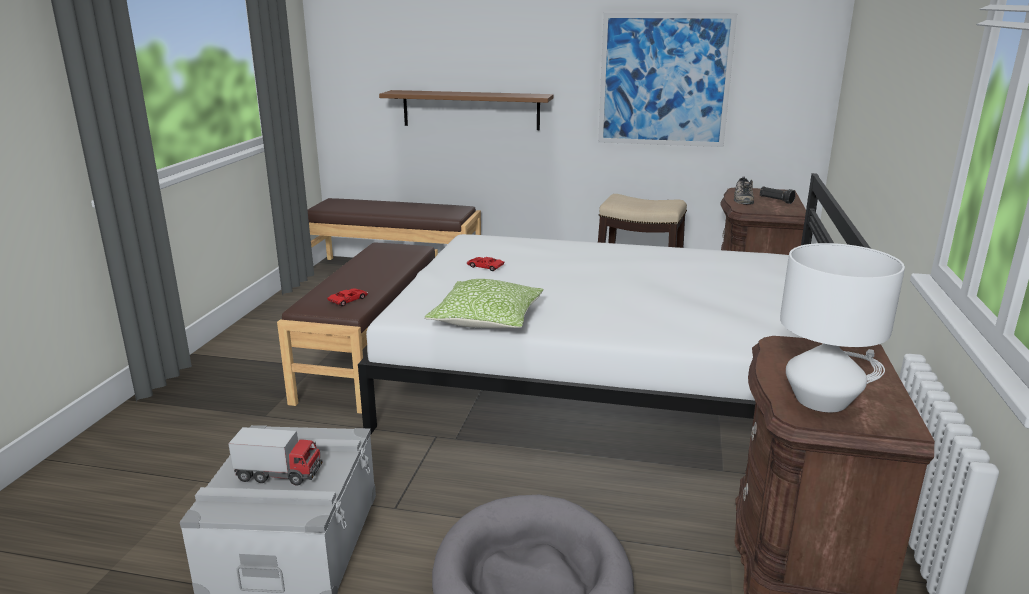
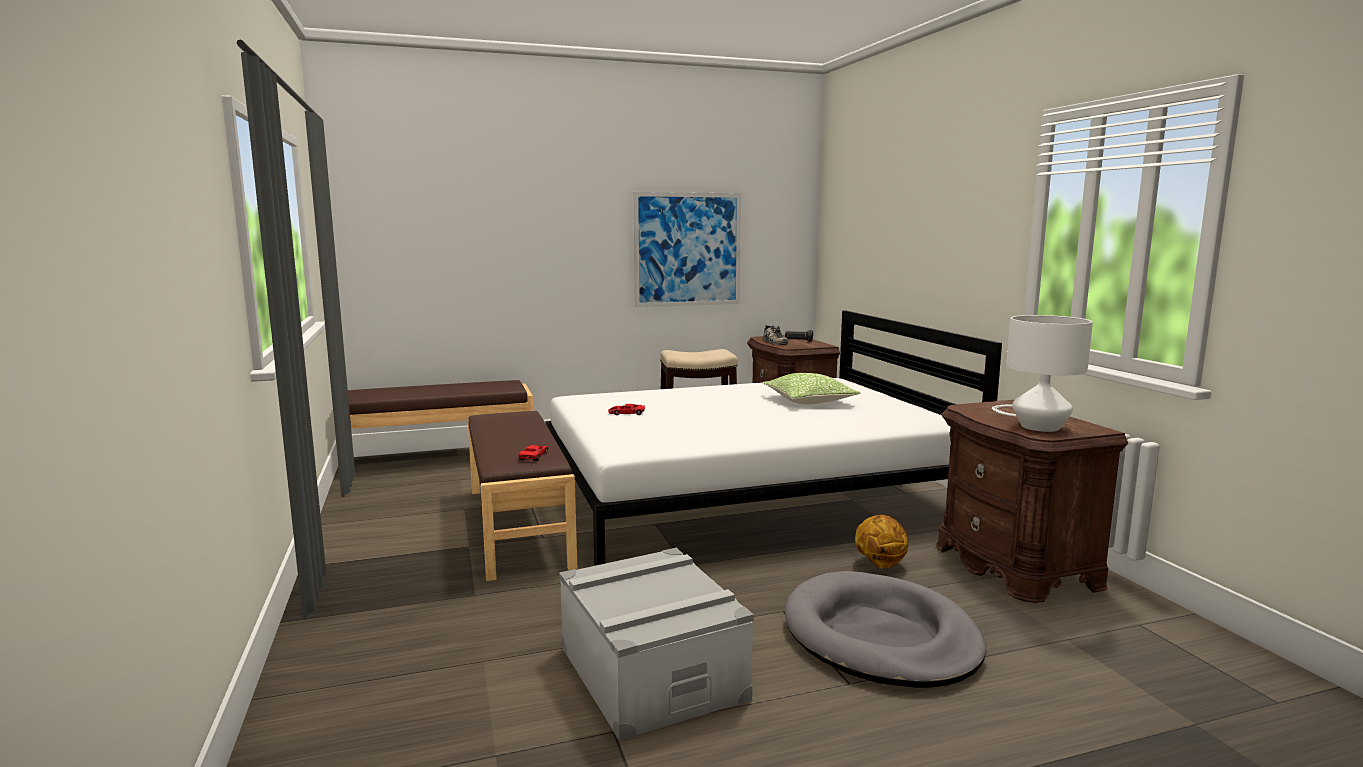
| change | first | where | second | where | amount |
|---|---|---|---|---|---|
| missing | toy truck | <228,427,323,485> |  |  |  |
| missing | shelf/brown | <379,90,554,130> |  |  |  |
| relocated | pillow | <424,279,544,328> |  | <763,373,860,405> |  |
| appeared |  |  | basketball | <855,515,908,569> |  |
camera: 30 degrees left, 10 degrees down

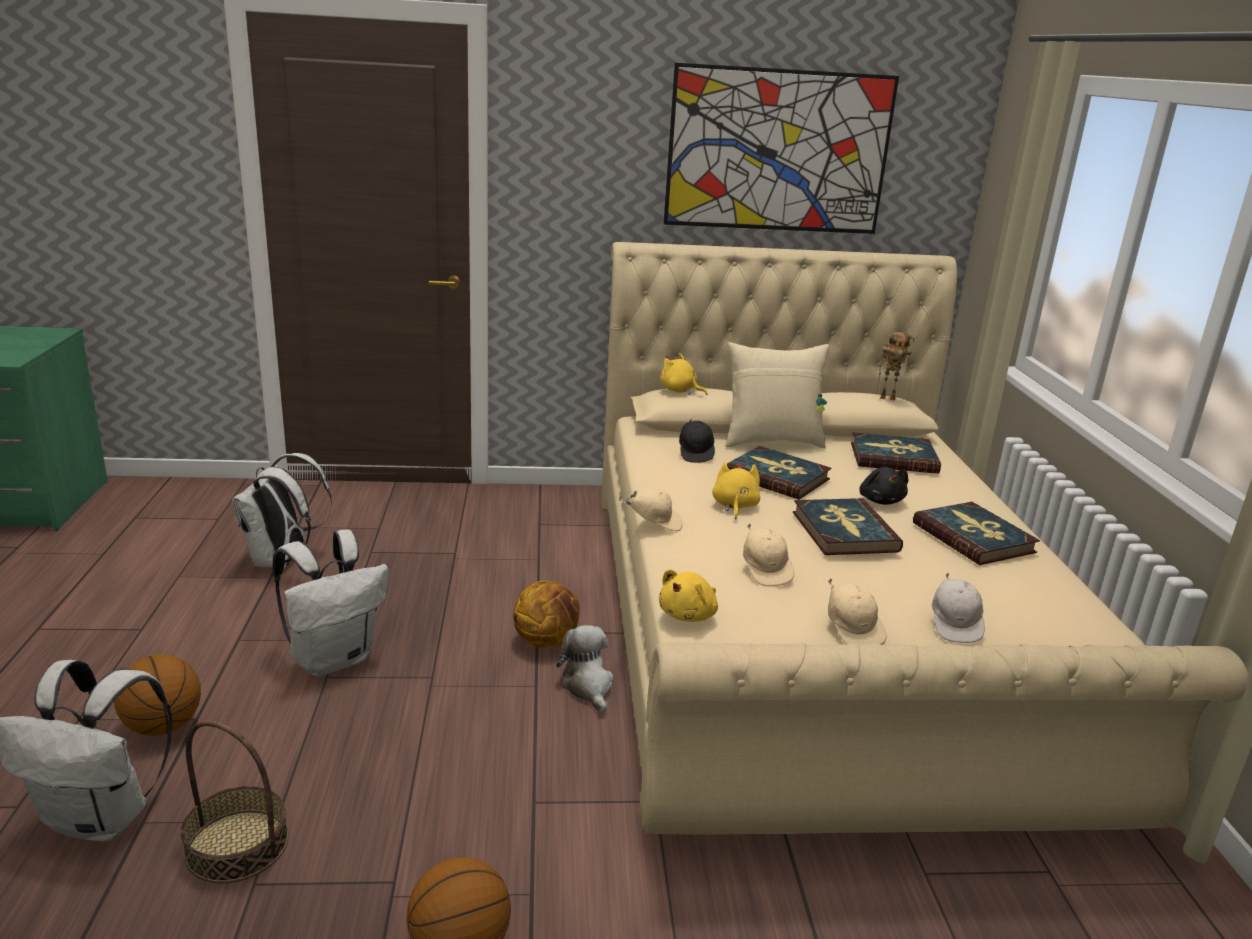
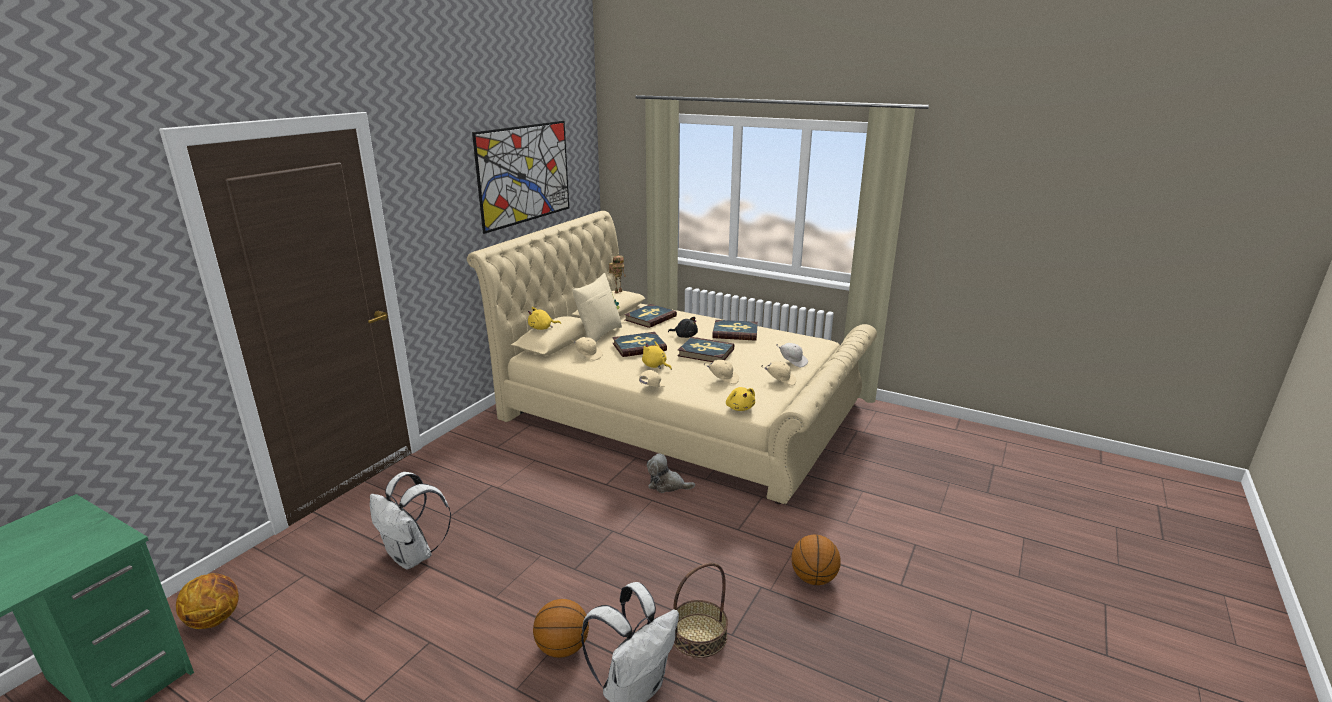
| change | first | where | second | where | amount |
|---|---|---|---|---|---|
| missing | backpack/white | <272,530,388,676> |  |  |  |
| relocated | basketball | <513,581,580,648> |  | <176,573,239,629> |  |
| colour | cap/black | <679,419,715,463> | cap/beige | <572,337,603,360> |  |
camera: 55 degrees left, 0 degrees up

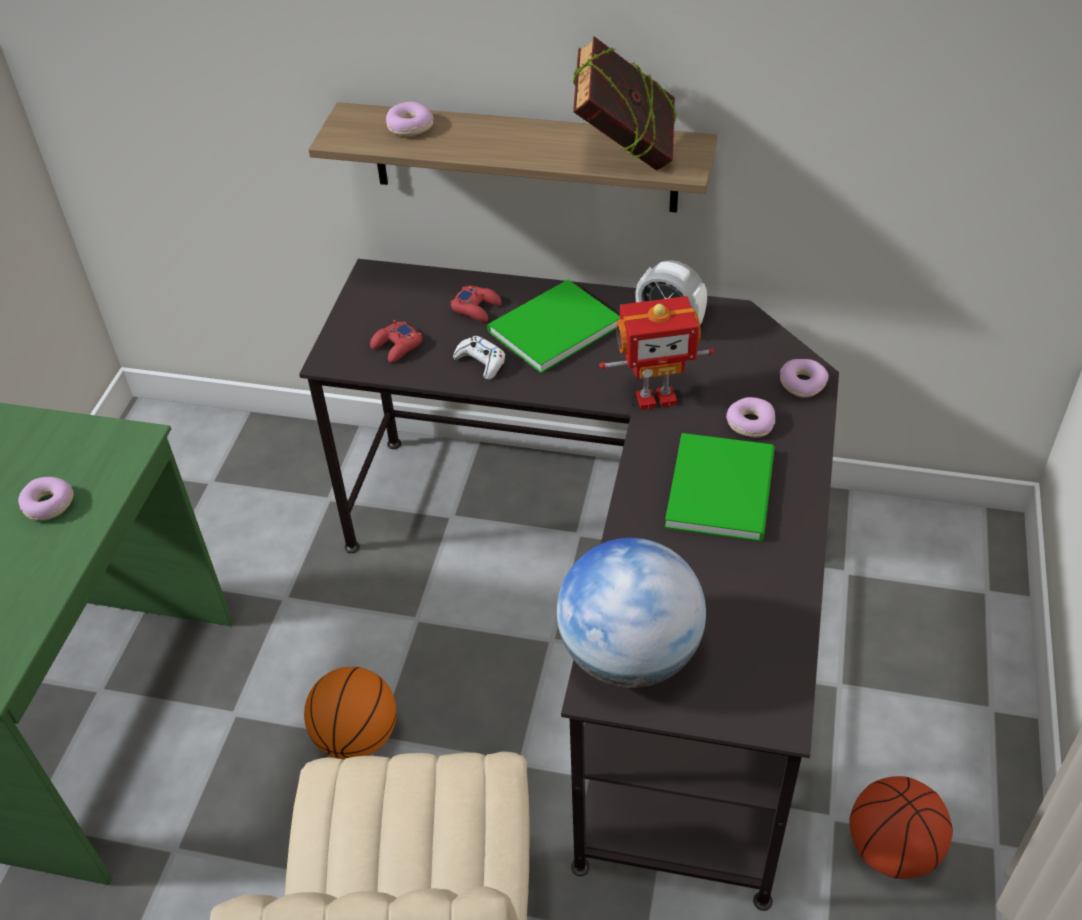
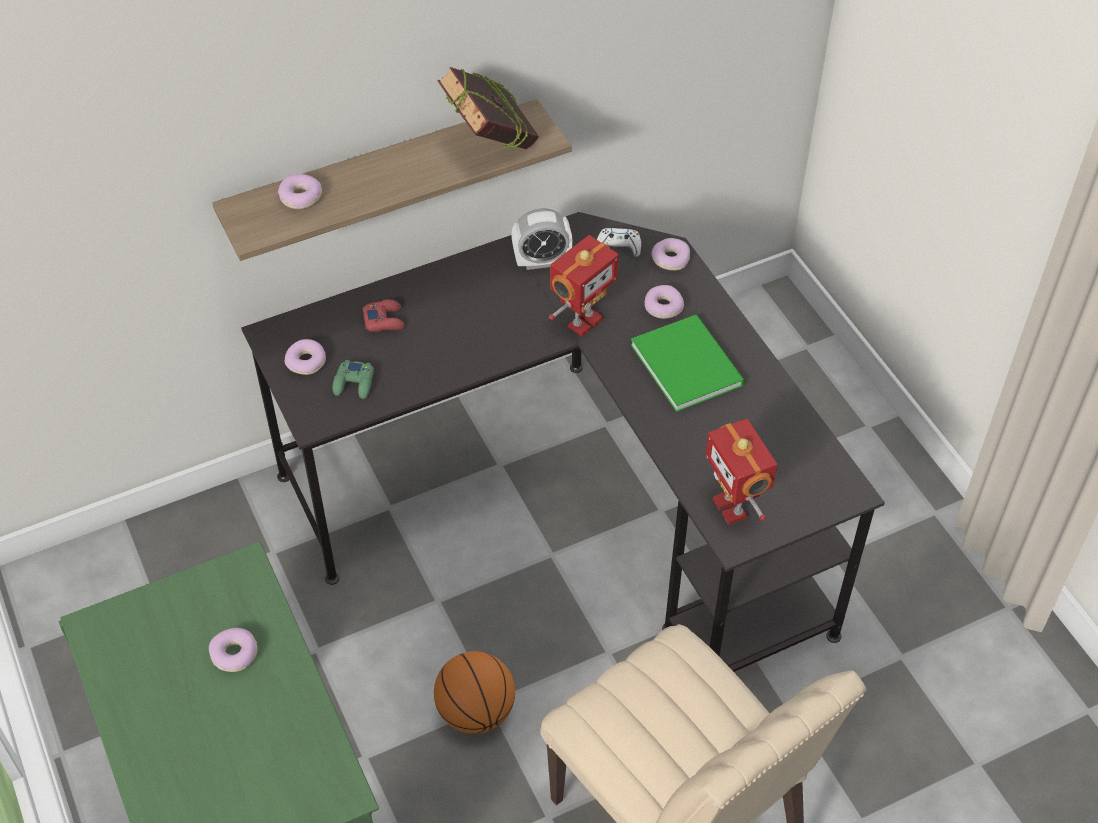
| change | first | where | second | where | amount |
|---|---|---|---|---|---|
| colour | game controller/red | <370,320,422,363> | game controller/green | <332,360,374,399> |  |
| relocated | game controller/white | <453,336,505,380> |  | <597,228,641,257> |  |
| missing | book/green | <487,280,620,373> |  |  |  |
| exchanged | globe | <557,538,706,688> | toy robot | <705,419,777,525> |  |
| missing | basketball | <849,776,953,879> |  |  |  |
| appeared |  |  | donut | <285,339,326,375> |  |
camera: 40 degrees left, 5 degrees up

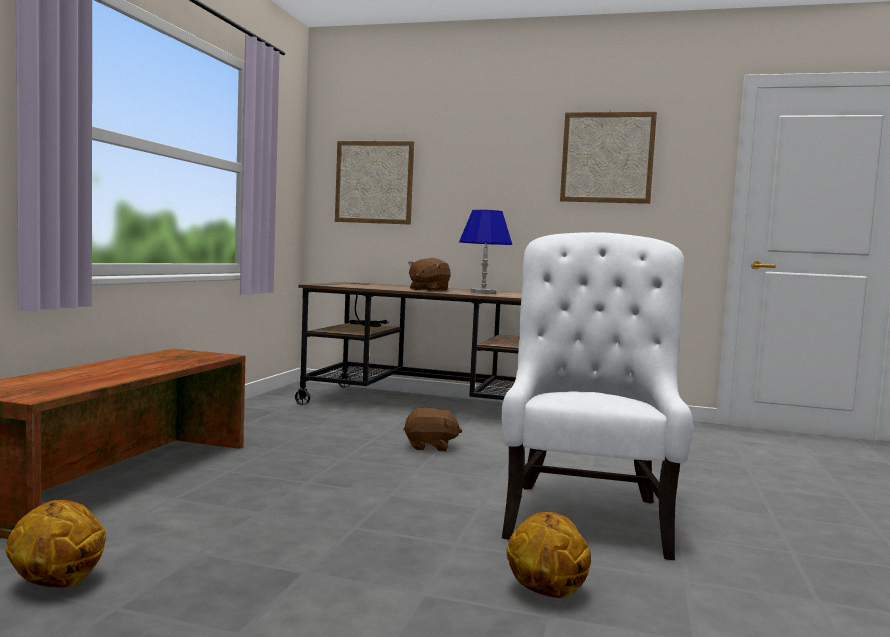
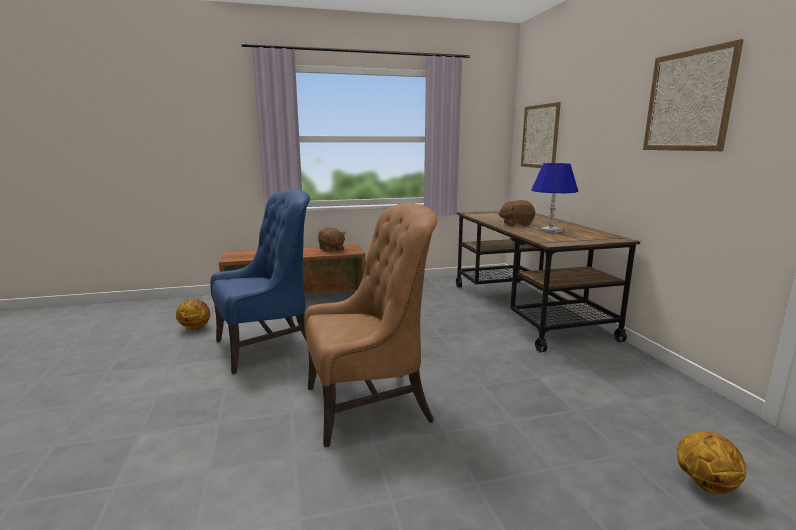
| change | first | where | second | where | amount |
|---|---|---|---|---|---|
| relocated | plush toy/brown | <403,408,462,451> |  | <318,227,346,252> |  |
| colour | chair/white | <501,232,693,560> | chair/brown | <304,203,437,447> |  |
| relocated | basketball | <507,512,591,598> |  | <677,432,746,494> |  |
| appeared |  |  | chair/blue | <210,189,310,374> |  |
camera: 60 degrees right, 10 degrees up

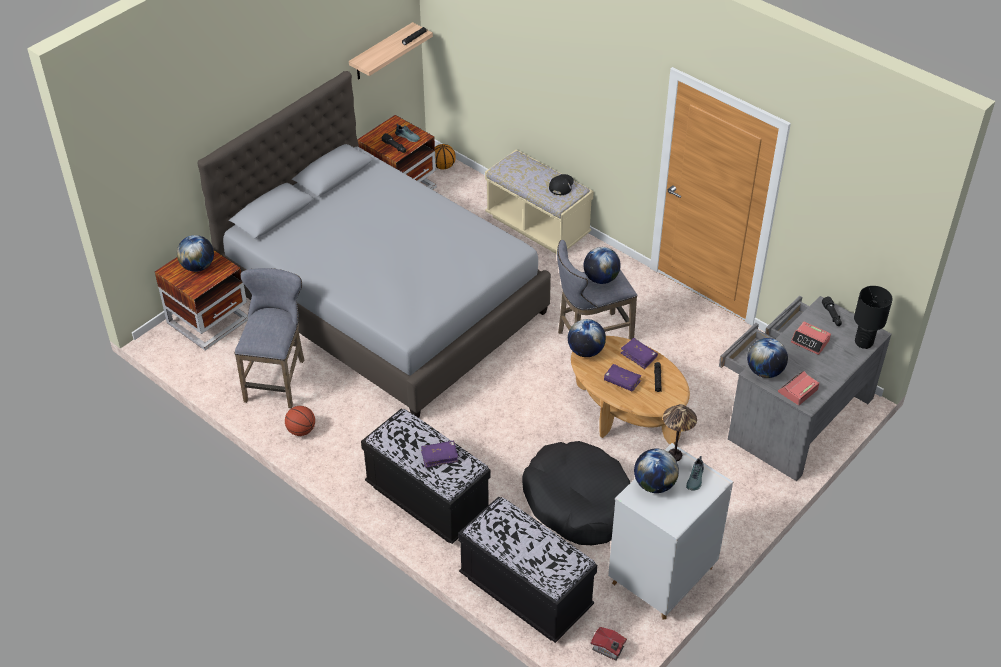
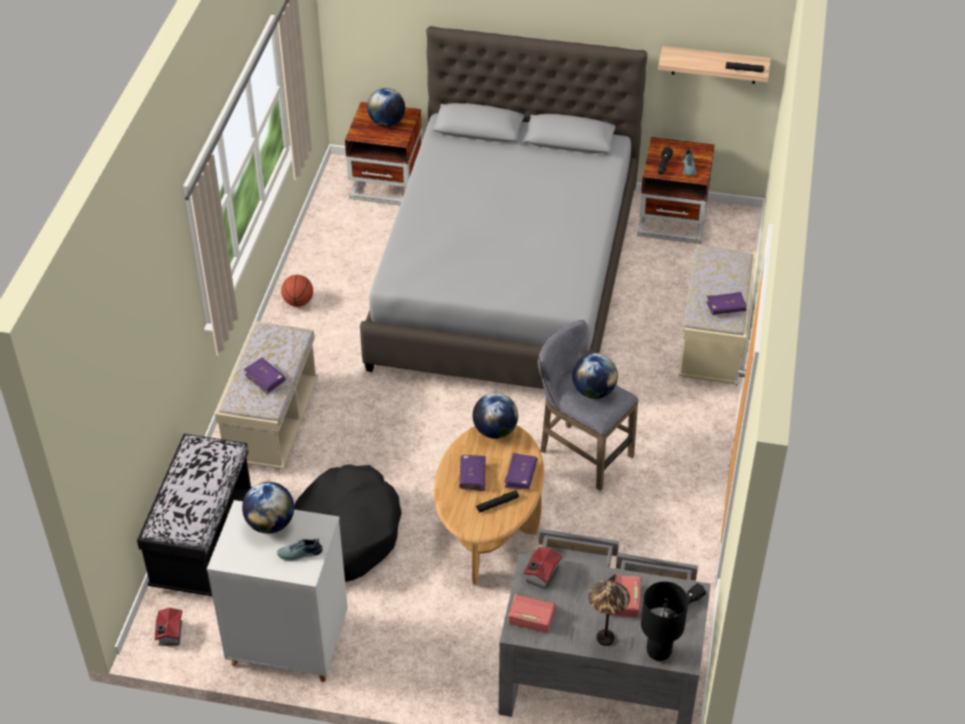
| change | first | where | second | where | amount |
|---|---|---|---|---|---|
| missing | stool/grey | <234,268,305,408> |  |  |  |
| colour | bench/black | <361,409,491,544> | bench/beige | <215,321,319,470> |  |
| missing | basketball | <435,144,456,170> |  |  |  |
| exchanged | cap/black | <549,174,574,195> | book/purple | <706,292,747,315> |  |
| relocated | table lamp | <663,404,697,461> |  | <588,580,630,646> |  |
| exchanged | globe | <747,338,788,378> | toy house | <524,547,562,589> |  |
camera: 60 degrees right, 0 degrees up

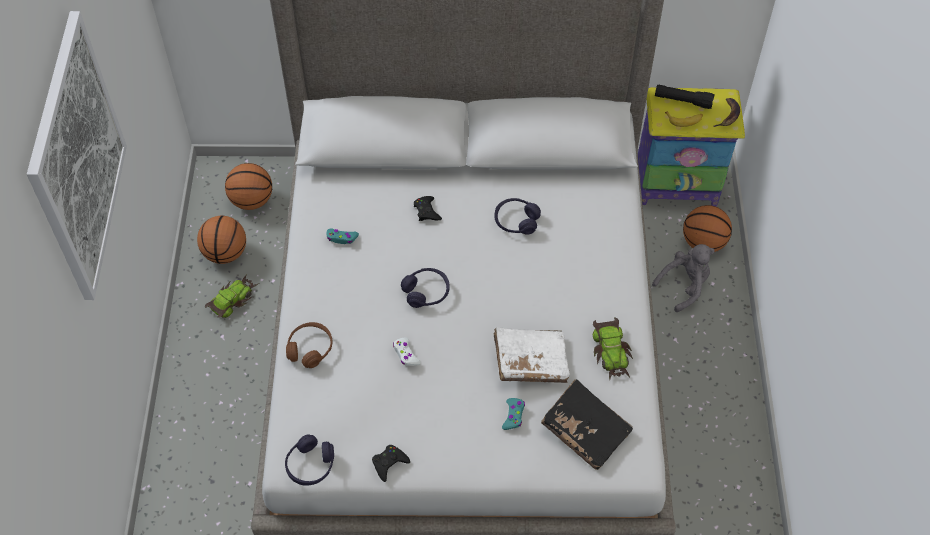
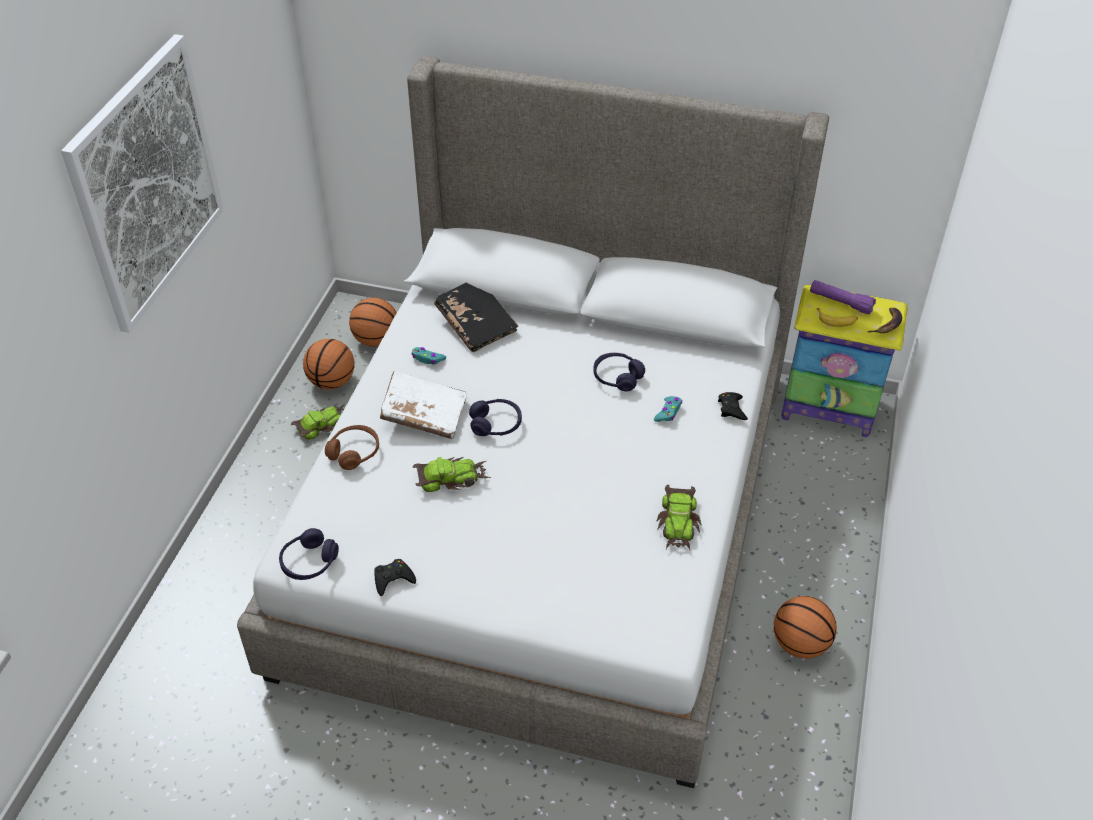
| change | first | where | second | where | amount |
|---|---|---|---|---|---|
| exchanged | game controller/white | <393,338,421,366> | toy car | <413,457,491,492> |  |
| relocated | game controller/black | <414,196,442,221> |  | <718,392,748,420> |  |
| relocated | book/white | <494,327,570,383> |  | <380,370,467,439> |  |
| relocated | game controller/turquoise | <502,398,525,430> |  | <654,396,682,422> |  |
| relocated | book/black | <541,379,633,470> |  | <434,283,518,352> |  |
| missing | plush toy/grey | <652,244,715,312> |  |  |  |
| colour | flashlight/black | <655,84,714,109> | flashlight/purple | <810,280,876,314> |  |
| relocated | basketball | <683,205,732,252> |  | <774,596,837,659> |  |
camera: 15 degrees right, 10 degrees down

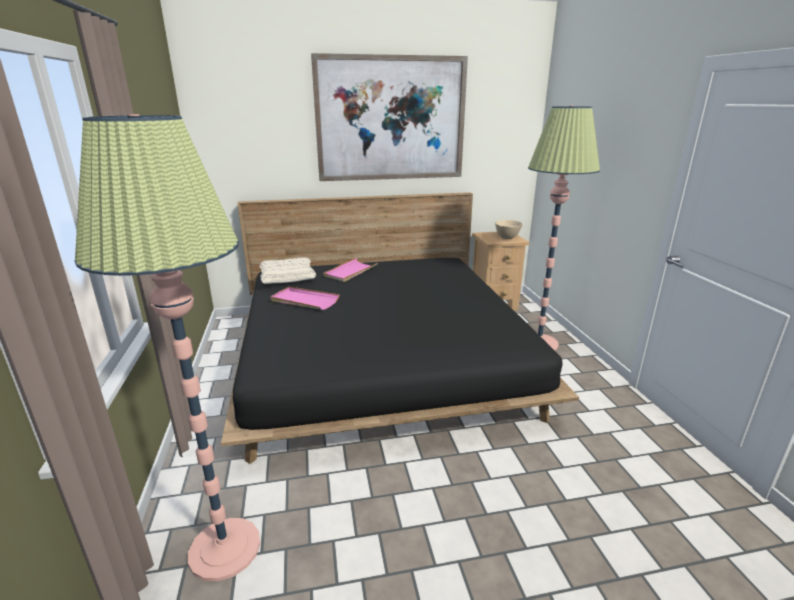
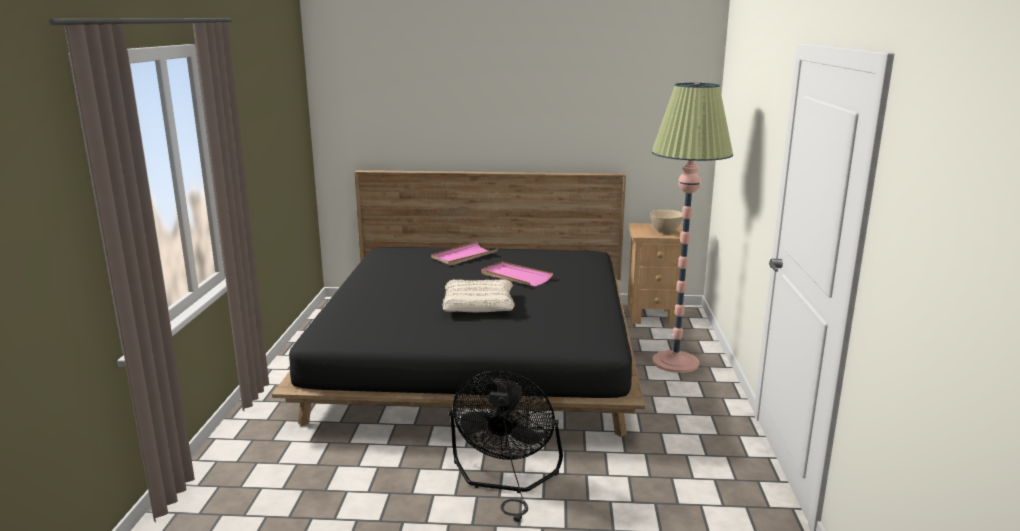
| change | first | where | second | where | amount |
|---|---|---|---|---|---|
| missing | floor lamp | <75,114,260,581> |  |  |  |
| relocated | pillow/beige | <260,257,316,284> |  | <442,279,515,312> |  |
| relocated | tray/pink | <270,287,340,310> |  | <482,262,553,286> |  |
| missing | picture | <311,53,468,181> |  |  |  |
| appeared |  |  | fan/black | <449,371,563,522> |  |
camera: 15 degrees right, 5 degrees down

